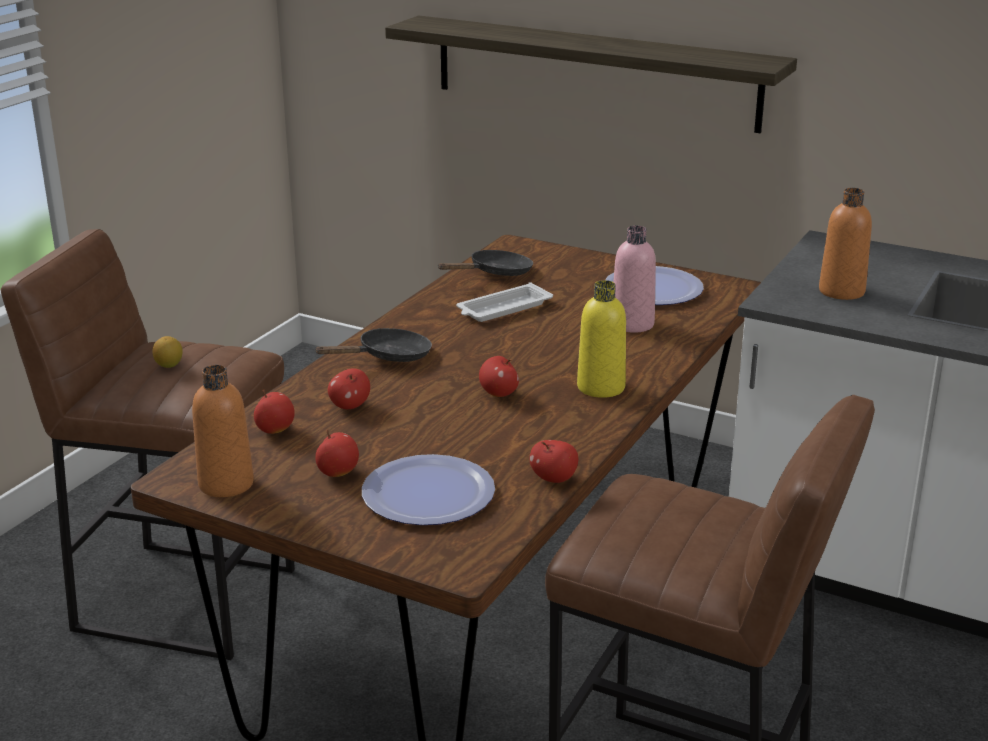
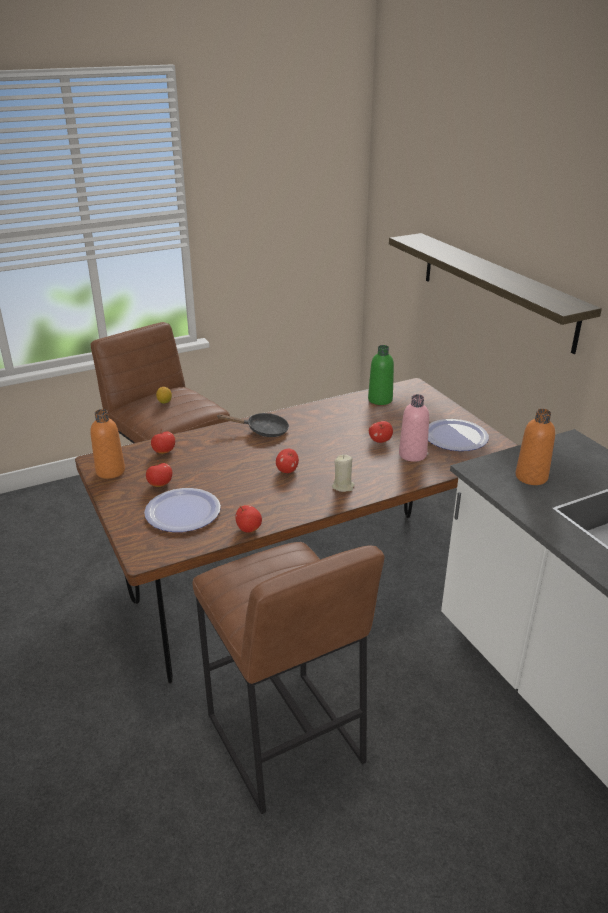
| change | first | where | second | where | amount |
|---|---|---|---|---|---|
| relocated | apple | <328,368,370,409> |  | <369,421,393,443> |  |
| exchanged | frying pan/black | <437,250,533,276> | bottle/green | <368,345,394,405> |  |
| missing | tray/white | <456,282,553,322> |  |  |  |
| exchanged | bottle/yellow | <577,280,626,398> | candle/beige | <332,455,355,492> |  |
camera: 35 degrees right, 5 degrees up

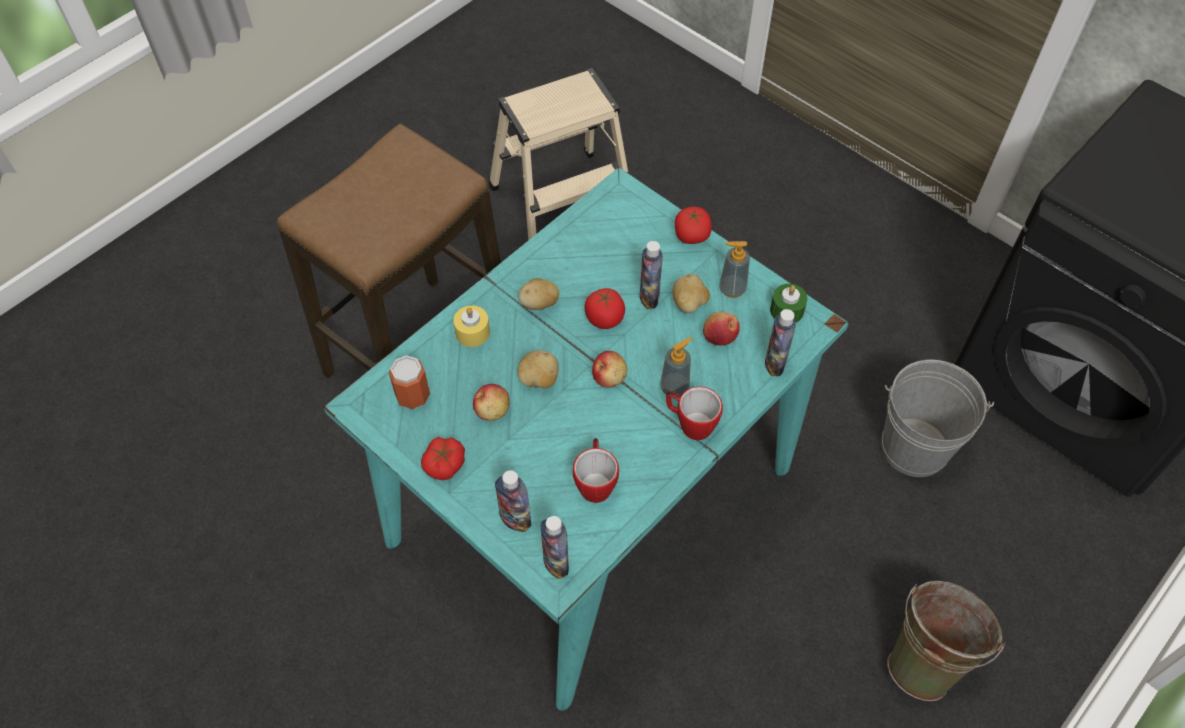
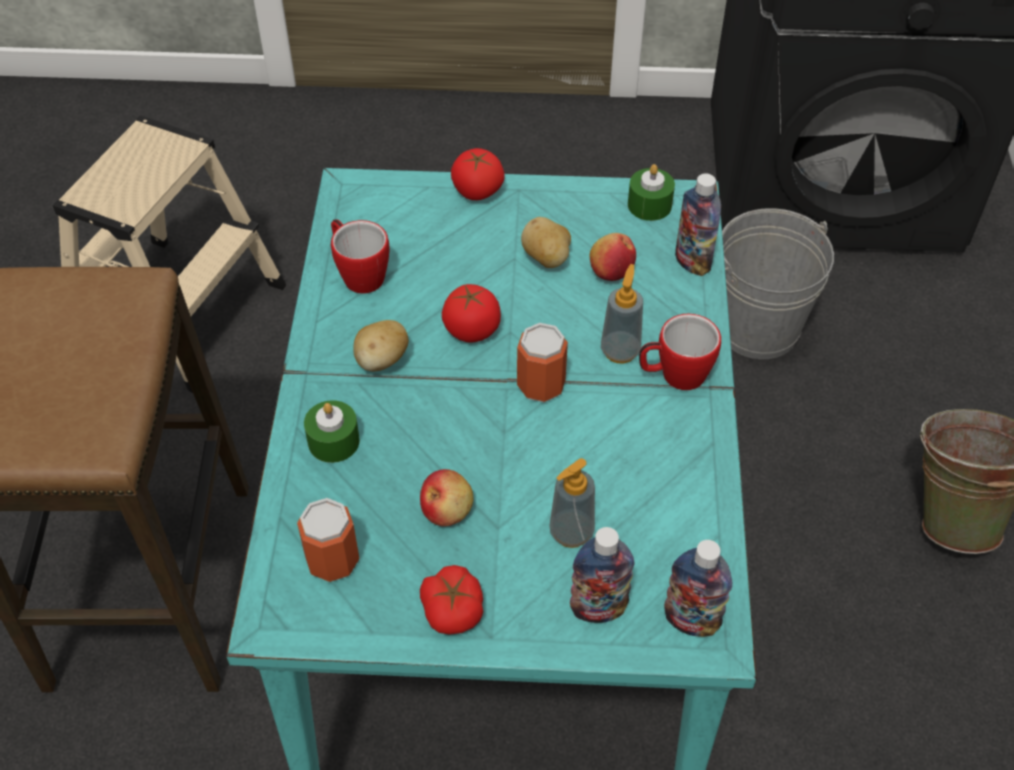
| change | first | where | second | where | amount |
|---|---|---|---|---|---|
| colour | candle/yellow | <453,306,490,347> | candle/green | <304,400,360,463> |  |
| missing | potato | <517,350,559,388> |  |  |  |
| relocated | mug | <573,438,619,503> |  | <331,219,390,294> |  |
| exchanged | apple | <592,351,627,388> | can | <517,323,568,402> |  |
| missing | bottle | <640,241,663,309> |  |  |  |
| relocated | soap dispenser | <719,241,750,298> |  | <549,458,595,548> |  |
camera: 40 degrees left, 5 degrees down

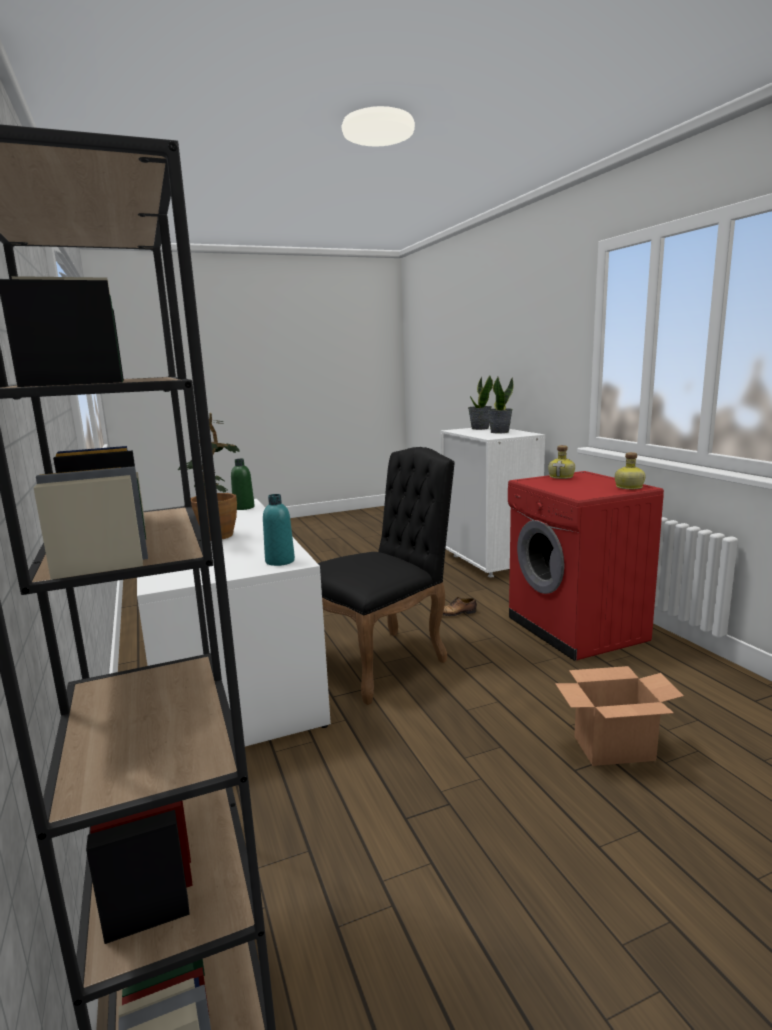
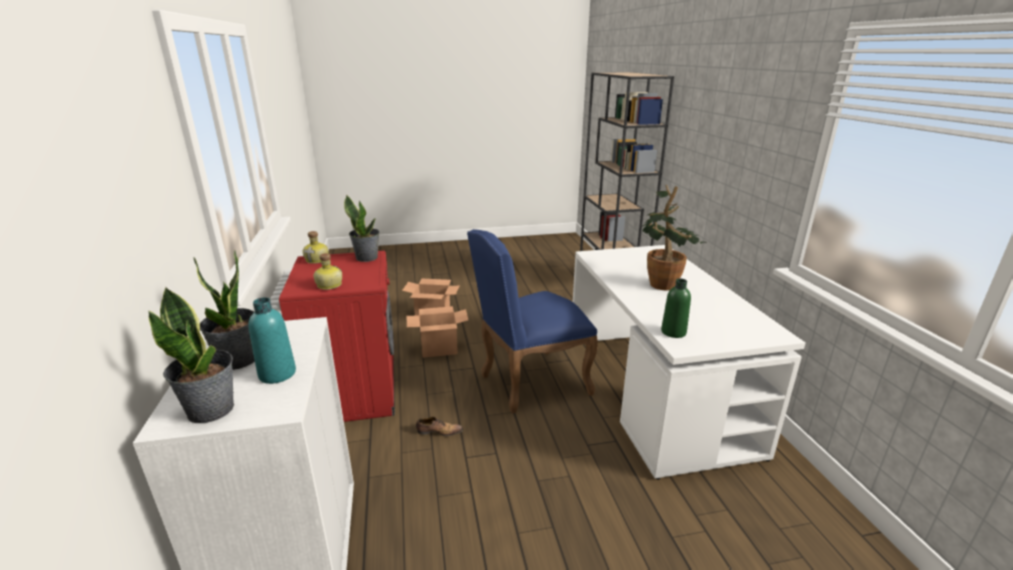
| change | first | where | second | where | amount |
|---|---|---|---|---|---|
| relocated | bottle/turquoise | <263,494,295,566> |  | <248,297,296,384> |  |
| colour | chair/black | <318,447,455,705> | chair/blue | <467,229,598,414> |  |
| appeared |  |  | potted plant | <344,194,380,262> |  |
| appeared |  |  | cardboard box | <407,306,468,358> |  |
camera: 170 degrees left, 10 degrees up

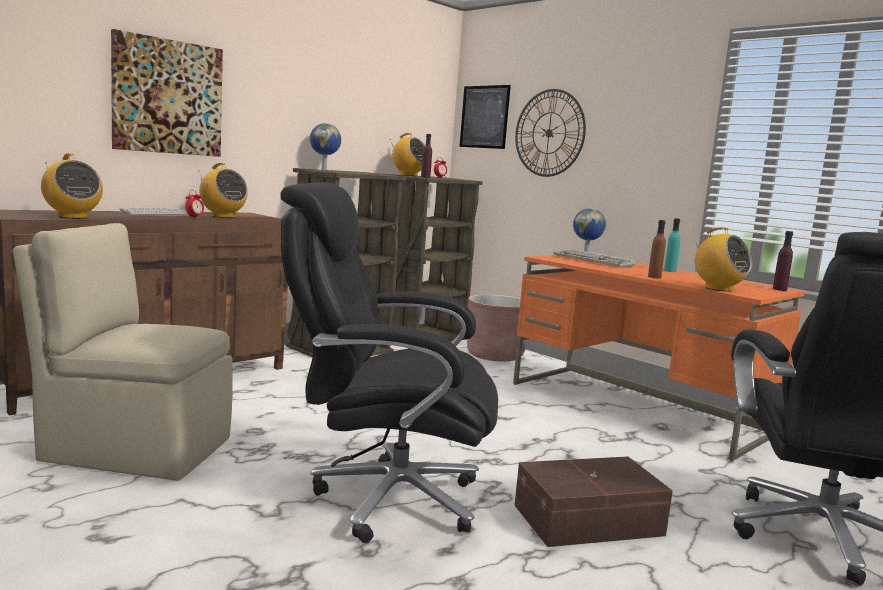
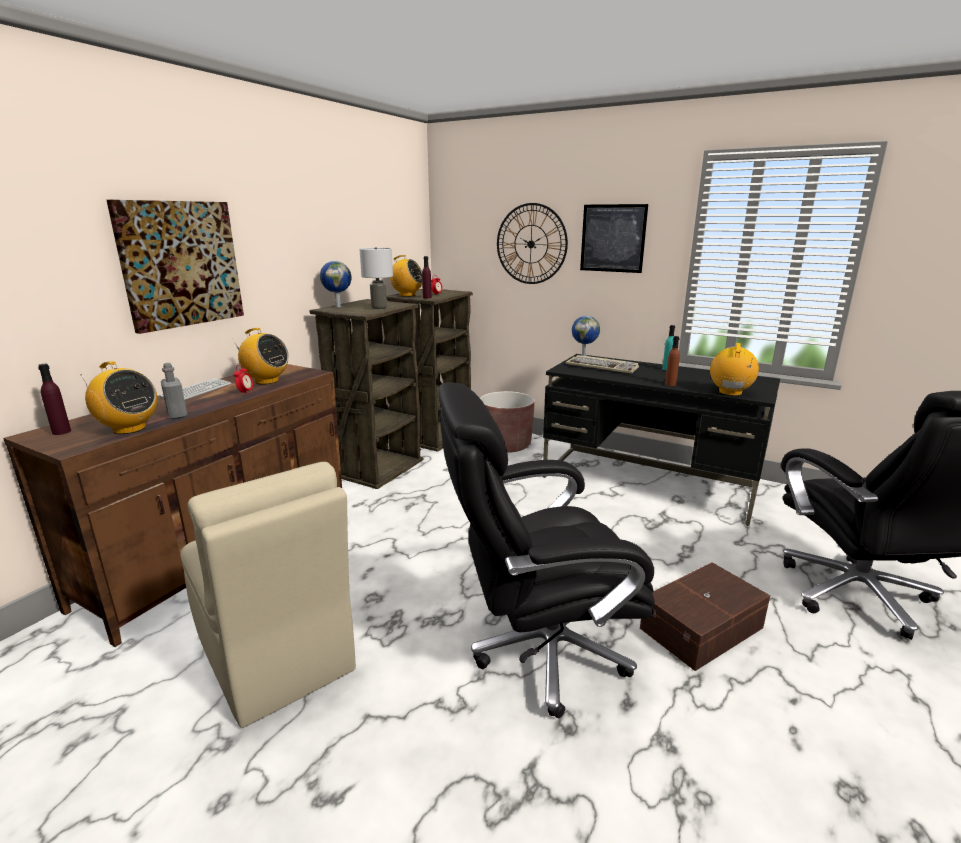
| change | first | where | second | where | amount |
|---|---|---|---|---|---|
| spun | chair/beige | <13,223,233,481> |  | <180,462,356,728> | 120 degrees counterclockwise |
| relocated | picture | <459,85,511,149> |  | <580,204,648,273> |  |
| colour | desk/orange | <513,255,805,461> | desk/black | <543,354,780,526> |  |
| spun | radio | <693,227,752,292> |  | <710,343,759,396> | 105 degrees counterclockwise |
| relocated | bottle/purple | <773,231,793,291> |  | <38,364,71,435> |  |
| appeared |  |  | bottle/grey | <161,363,187,419> |  |
| appeared |  |  | table lamp/white | <359,247,393,309> |  |
camera: 15 degrees left, 10 degrees up

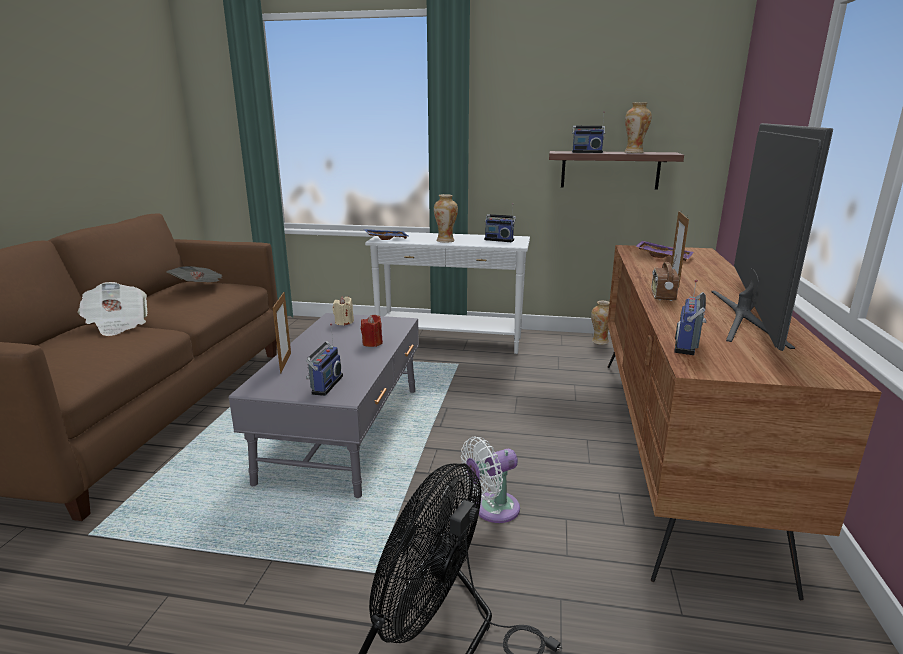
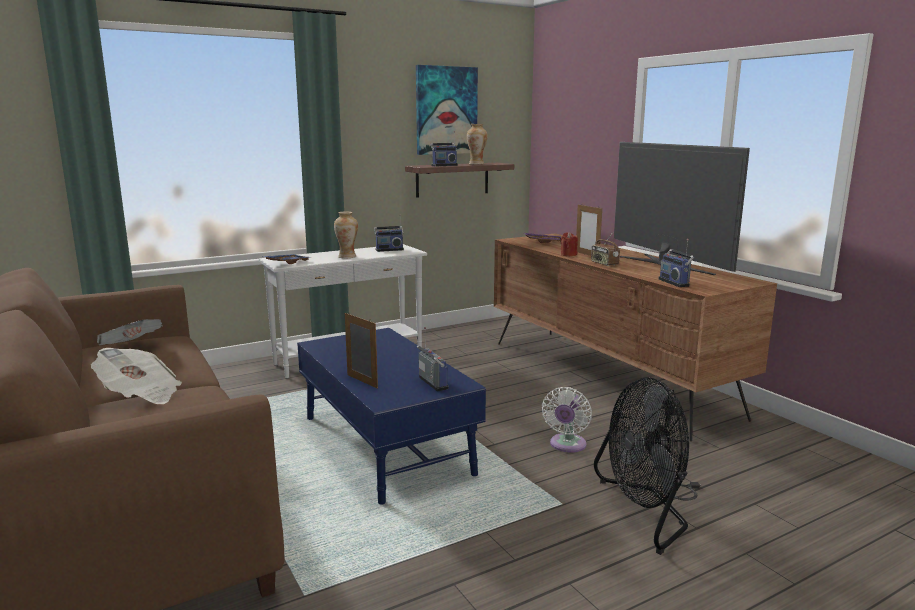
| change | first | where | second | where | amount |
|---|---|---|---|---|---|
| colour | coffee table/grey | <229,313,419,498> | coffee table/blue | <297,328,486,505> |  |
| missing | candle/beige | <332,297,354,325> |  |  |  |
| relocated | candle/red | <361,315,383,347> |  | <560,232,578,256> |  |
| missing | vase | <591,301,610,345> |  |  |  |
| appeared |  |  | picture | <416,65,478,155> |  |
camera: 40 degrees left, 5 degrees down

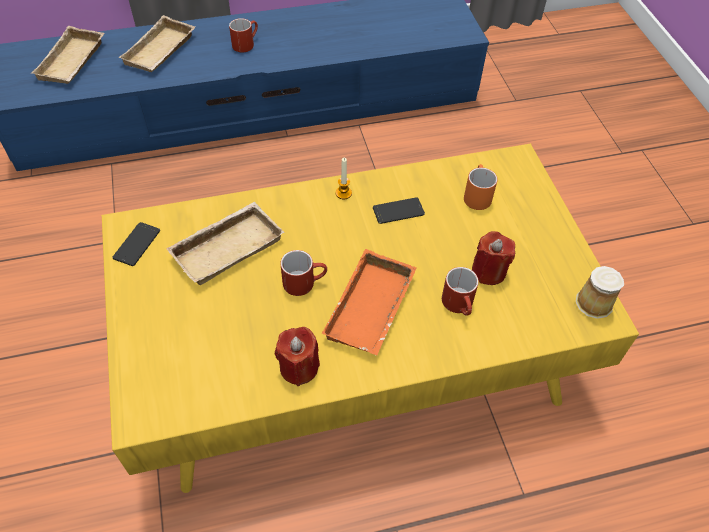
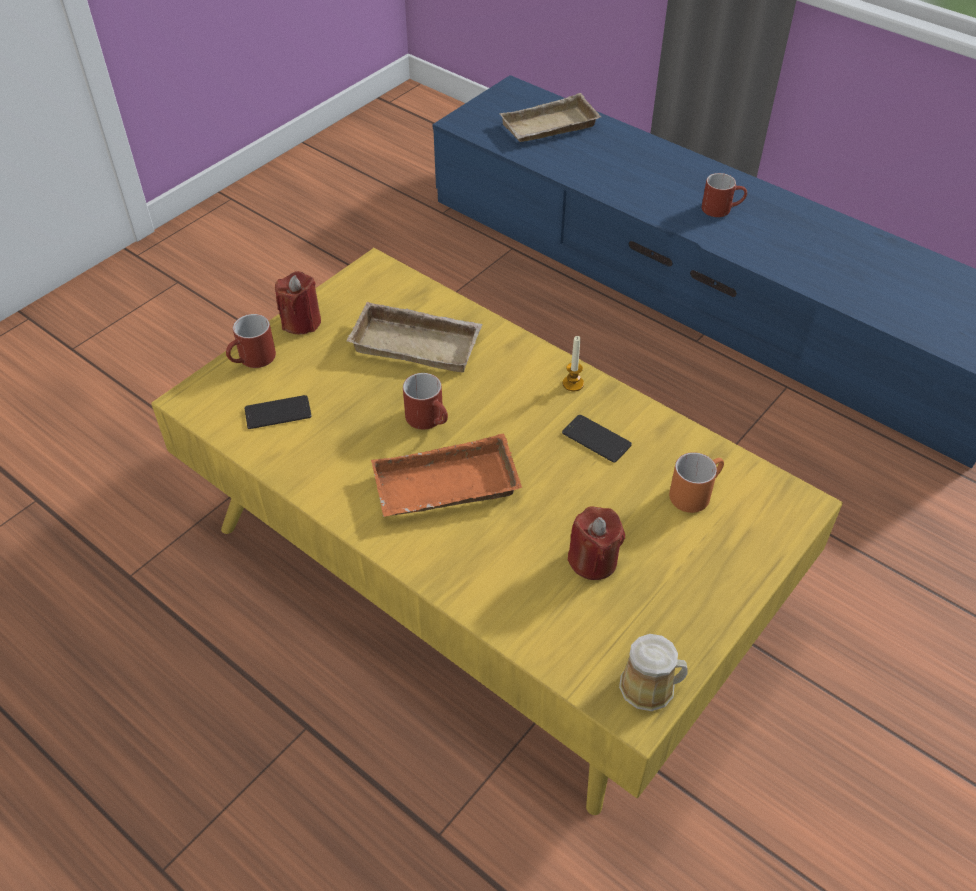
| change | first | where | second | where | amount |
|---|---|---|---|---|---|
| relocated | phone | <113,222,160,266> |  | <245,395,312,429> |  |
| missing | tray/beige | <118,15,195,72> |  |  |  |
| relocated | candle/red | <275,327,320,386> |  | <275,271,321,335> |  |
| relocated | mug/red | <442,267,479,316> |  | <226,314,276,368> |  |
camera: 55 degrees right, 5 degrees down

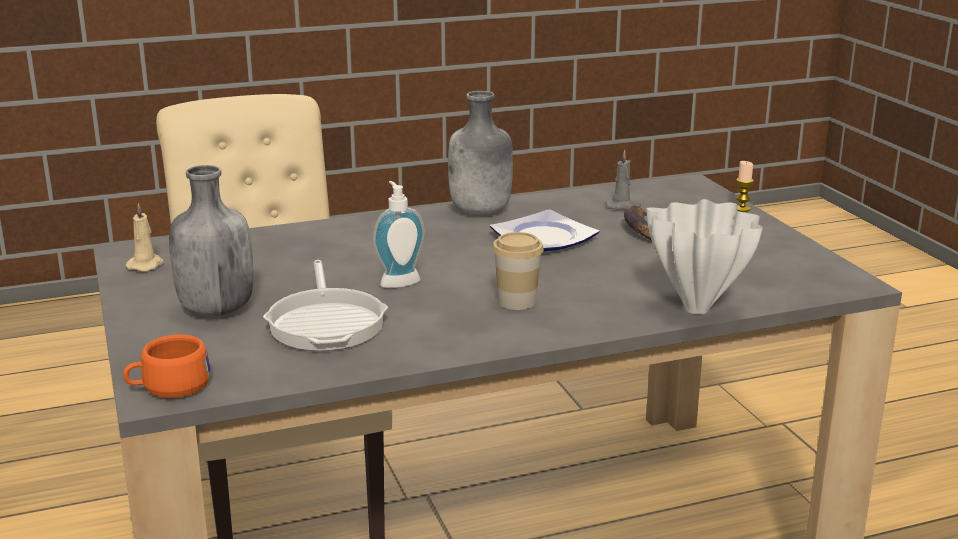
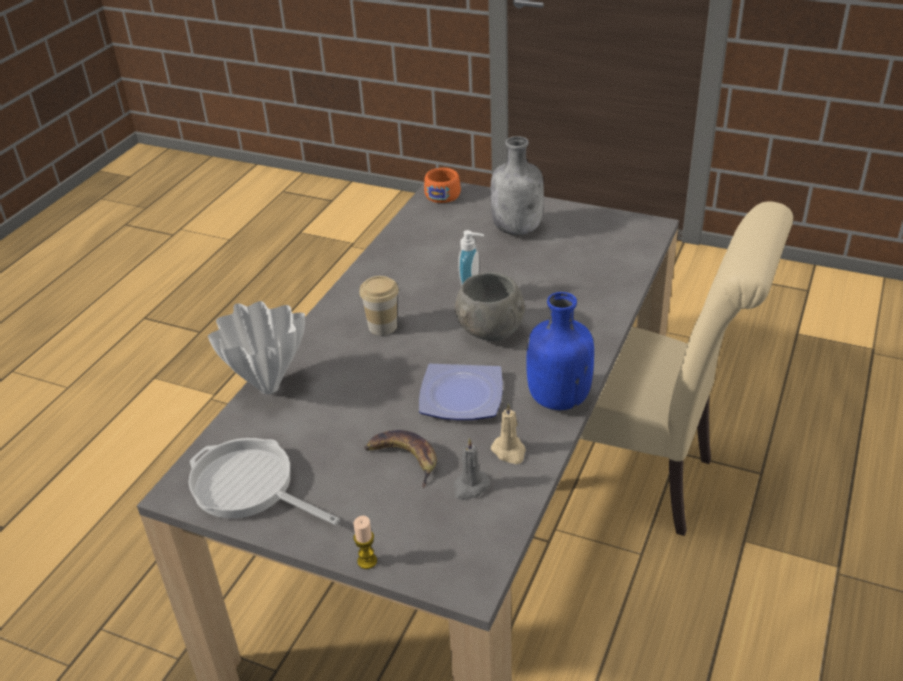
| change | first | where | second | where | amount |
|---|---|---|---|---|---|
| relocated | candle/beige | <126,203,164,272> |  | <491,403,526,464> |  |
| relocated | frying pan | <263,260,388,351> |  | <189,438,340,525> |  |
| colour | bottle/grey | <448,91,513,214> | bottle/blue | <527,292,594,410> |  |
| appeared |  |  | bowl/grey | <455,272,525,341> |  |
camera: 135 degrees right, 15 degrees up

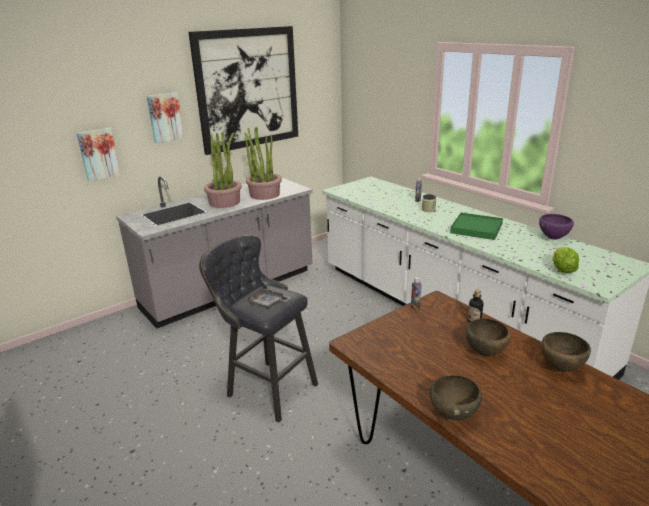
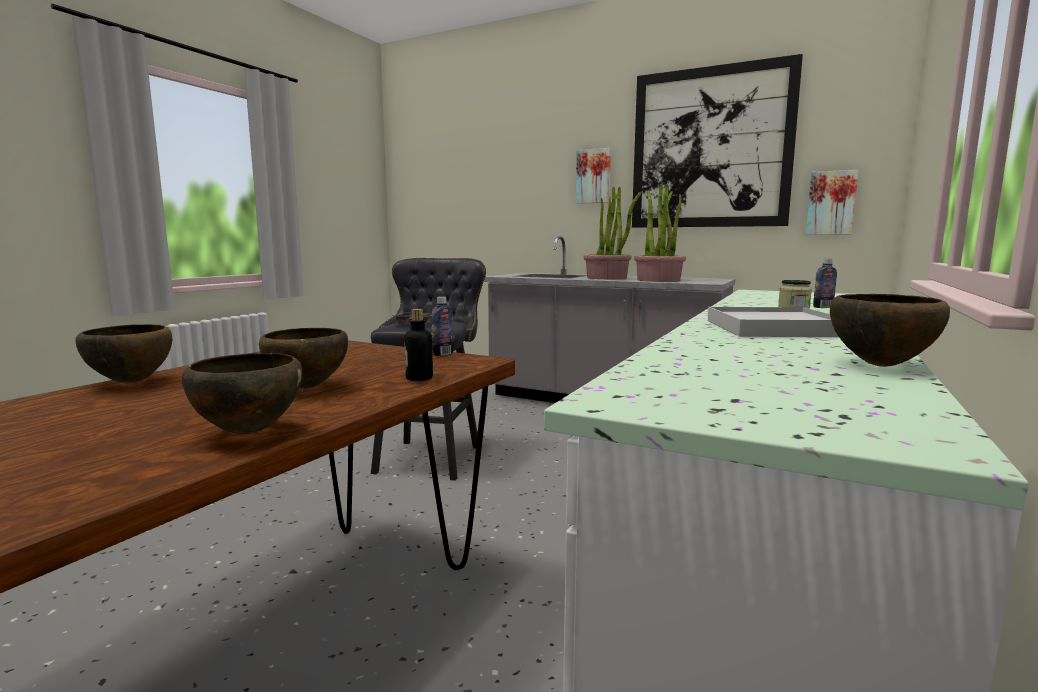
| change | first | where | second | where | amount |
|---|---|---|---|---|---|
| relocated | picture | <77,128,121,182> |  | <806,170,858,235> |  |
| colour | tray/green | <450,213,503,240> | tray/white | <708,307,839,337> |  |
| colour | bowl/purple | <539,214,574,240> | bowl/brown | <830,294,950,367> |  |
| missing | lettuce | <552,247,579,273> |  |  |  |
camera: 65 degrees right, 15 degrees down

